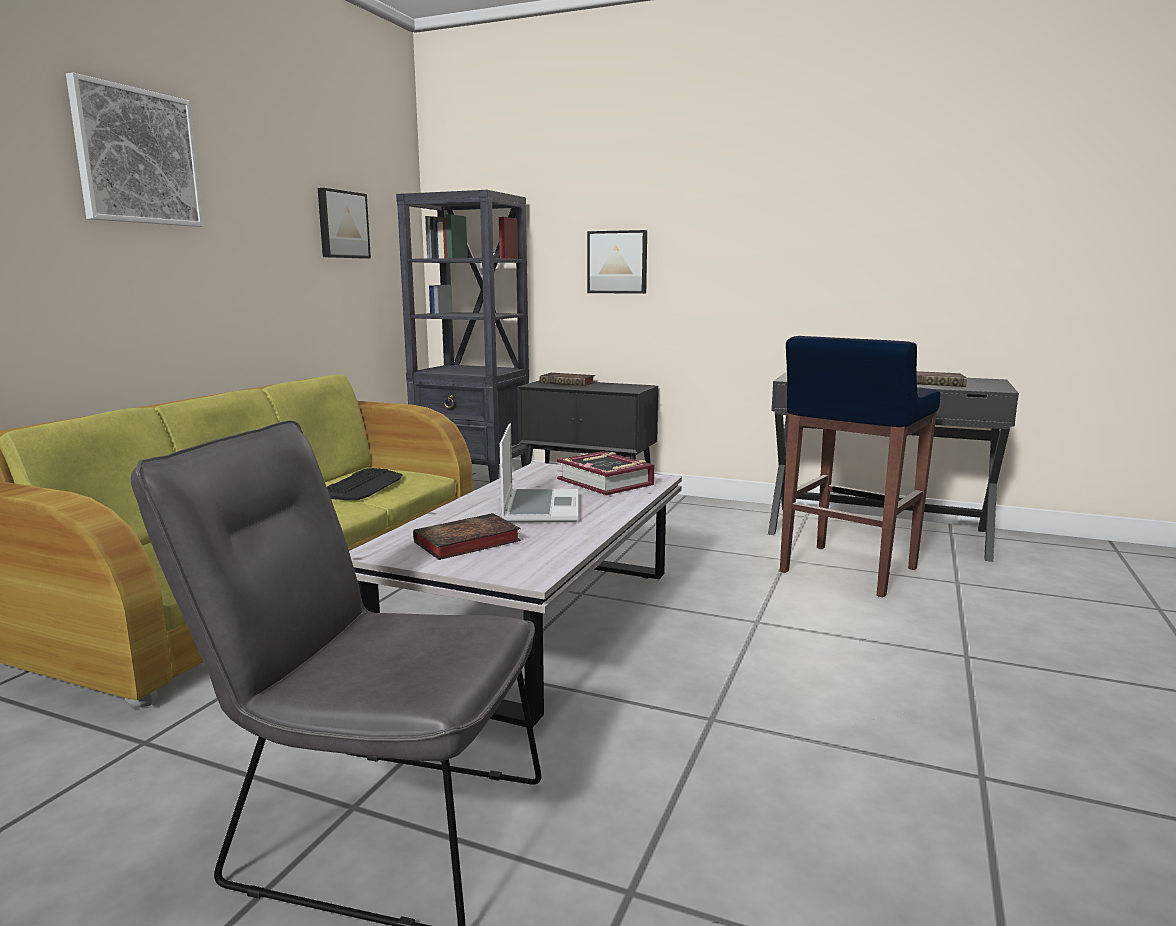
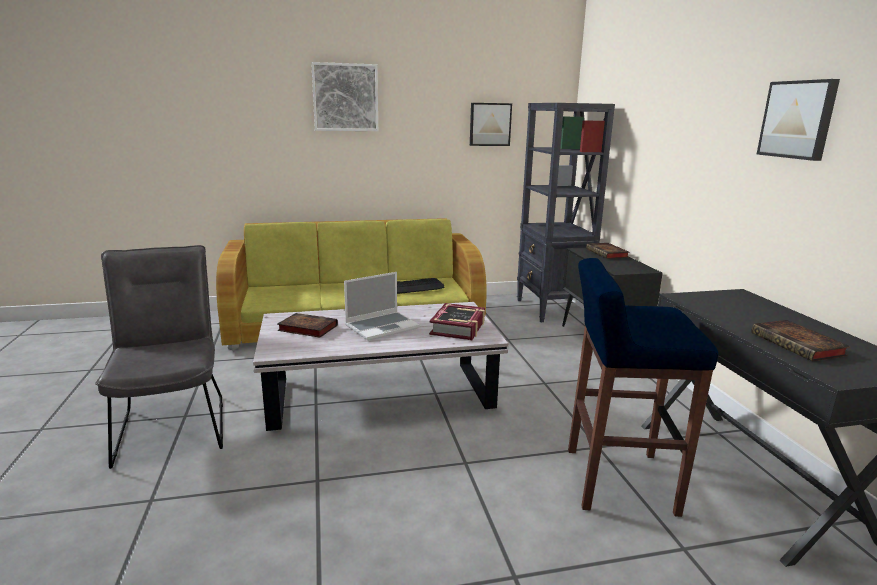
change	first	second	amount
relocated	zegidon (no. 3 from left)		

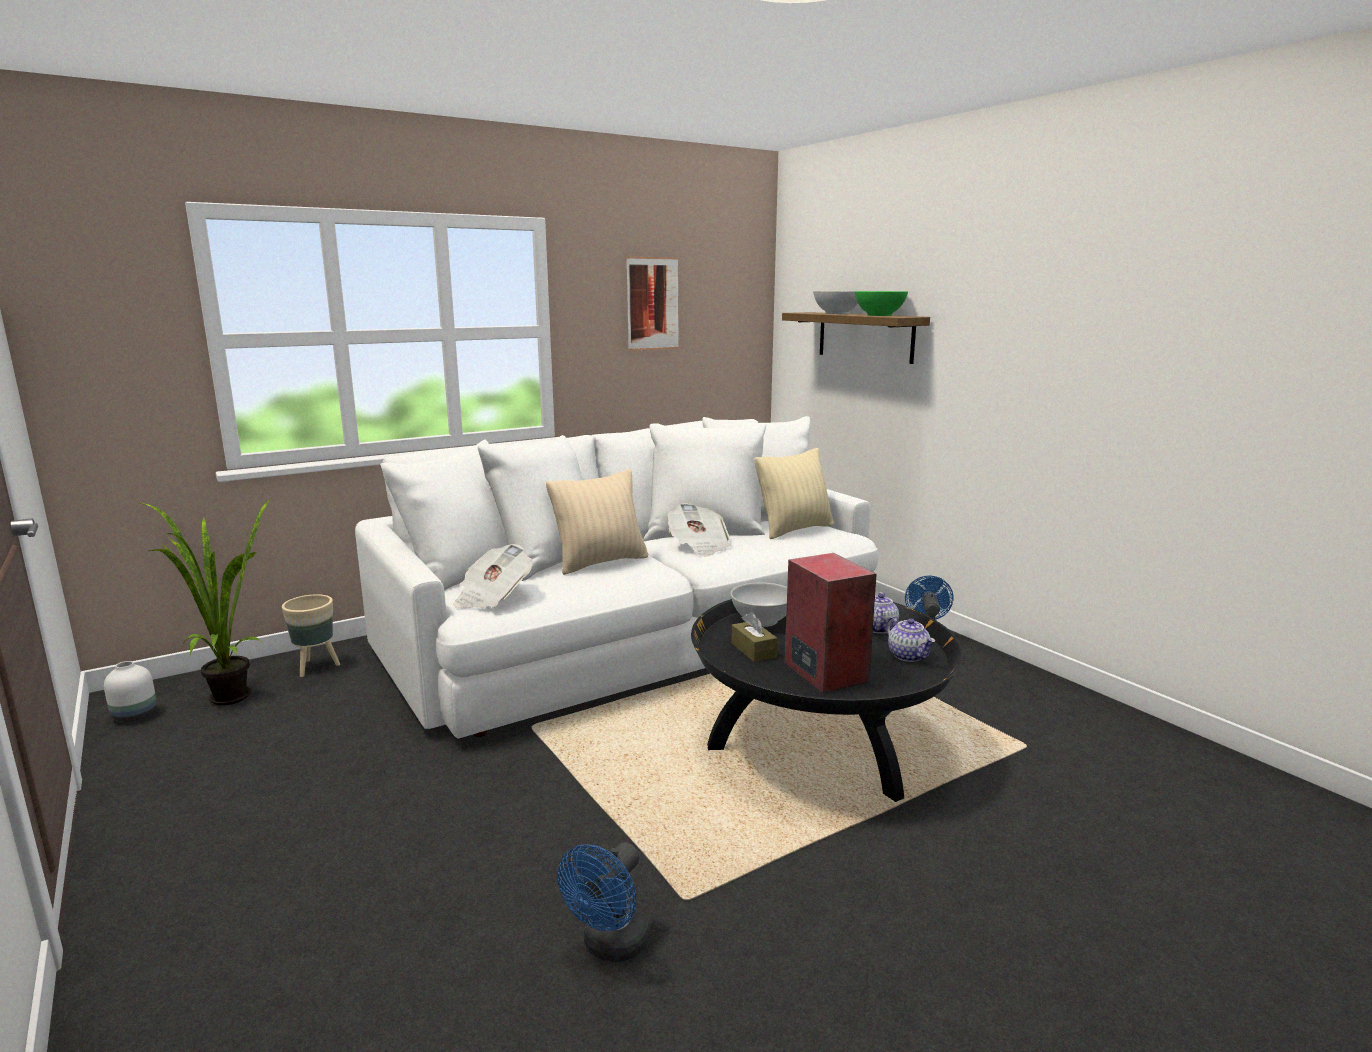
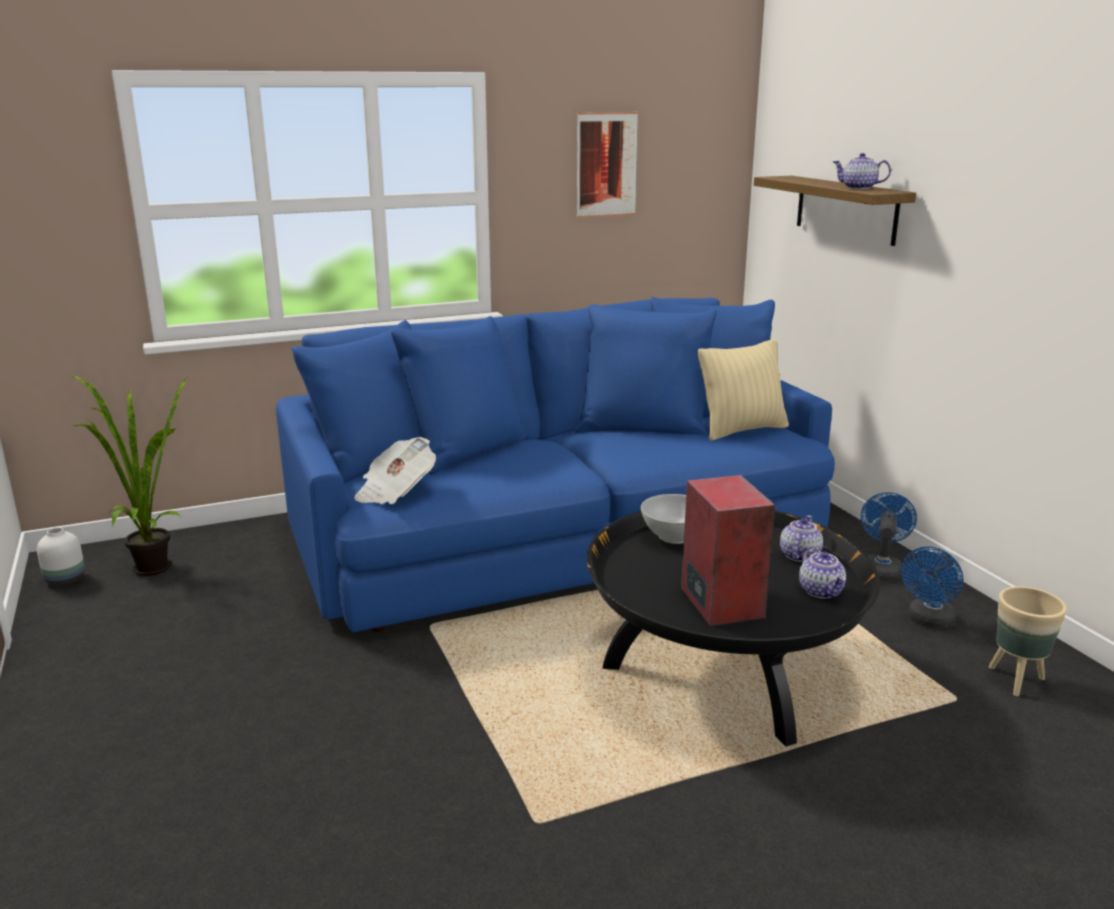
change	first	second	amount
colour	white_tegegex	blue_tegegex	
exchanged	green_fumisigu	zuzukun (no. 3 from left)	
relocated	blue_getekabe (no. 1 from left in the first image)	blue_getekabe (no. 2 from left)	
relocated	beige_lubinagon		
missing	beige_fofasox (no. 1 from left)		
missing	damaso (no. 2 from left)		
missing	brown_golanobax		
missing	white_fumisigu (no. 2 from left)		

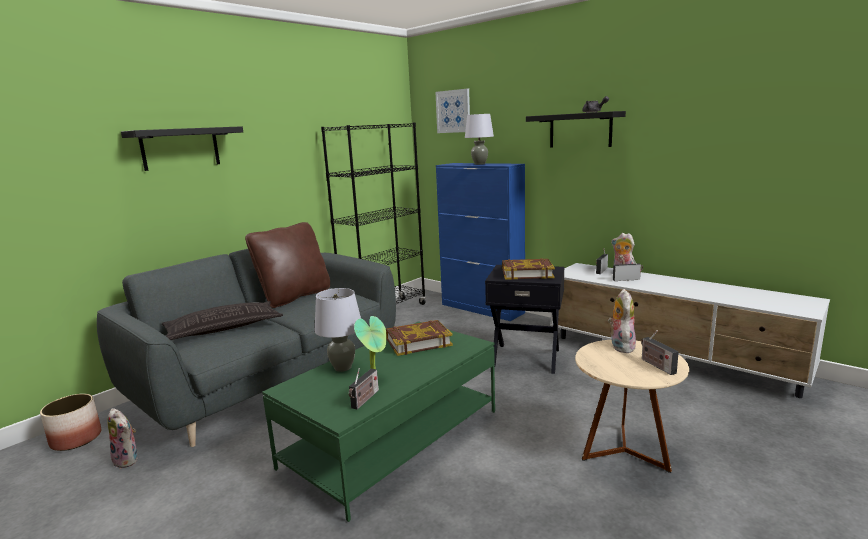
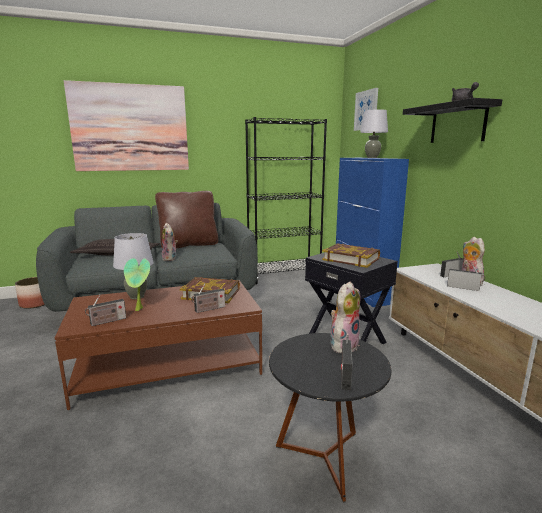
change	first	second	amount
colour	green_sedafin	brown_sedafin	
exchanged	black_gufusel (no. 1 from left)	zegidon (no. 1 from left)	
relocated	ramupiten (no. 1 from left)		
appeared		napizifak (no. 2 from left)	
colour	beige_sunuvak	black_sunuvak (no. 1 from left)	

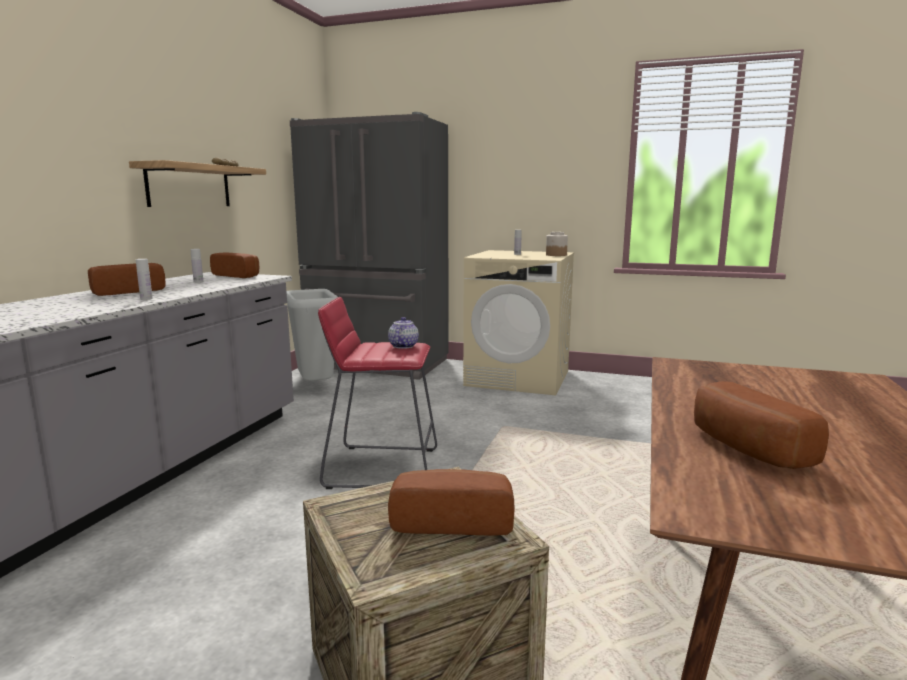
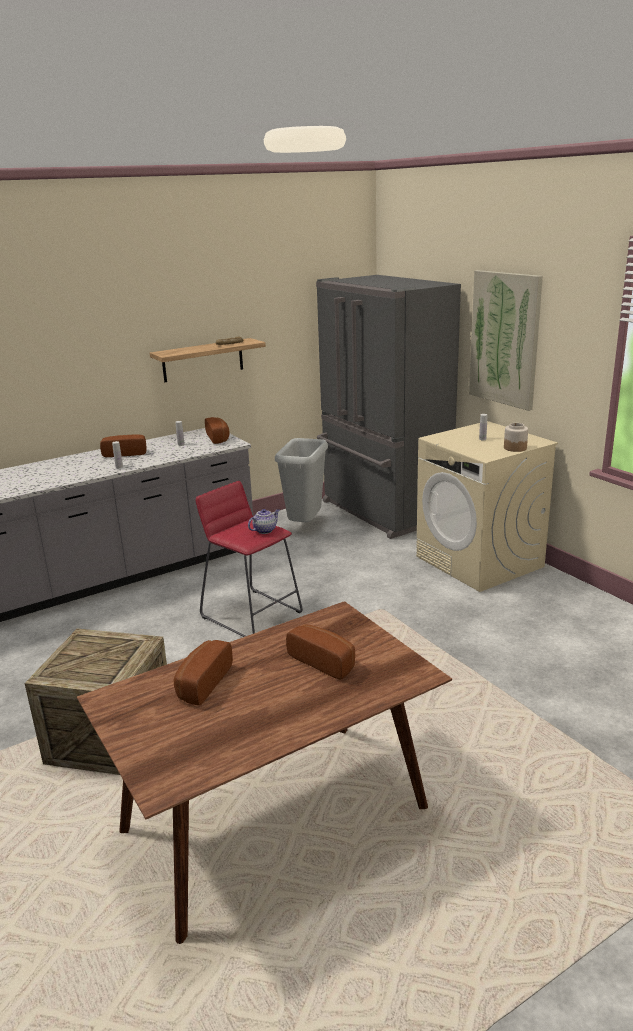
change	first	second	amount
relocated	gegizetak (no. 4 from left in the first image)	gegizetak (no. 5 from left)	
appeared		zegidon	

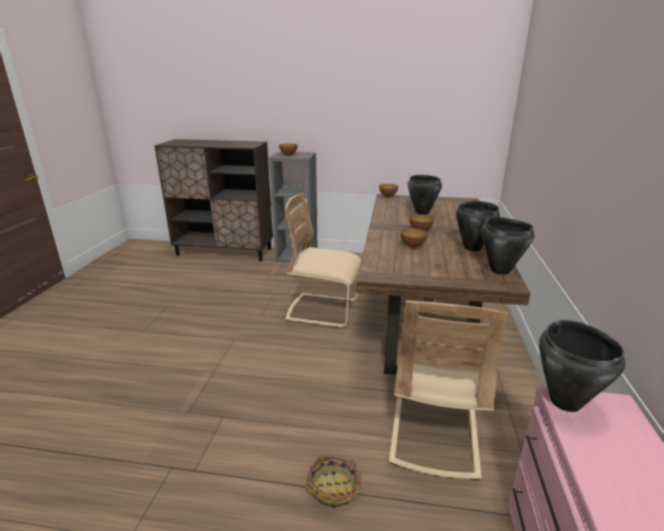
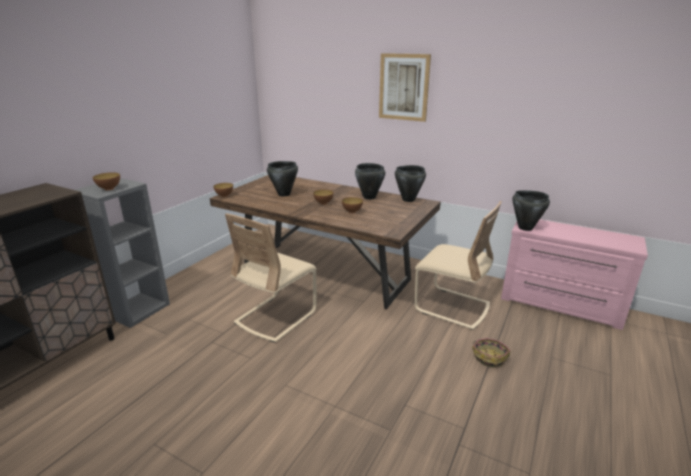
change	first	second	amount
appeared		zegidon	

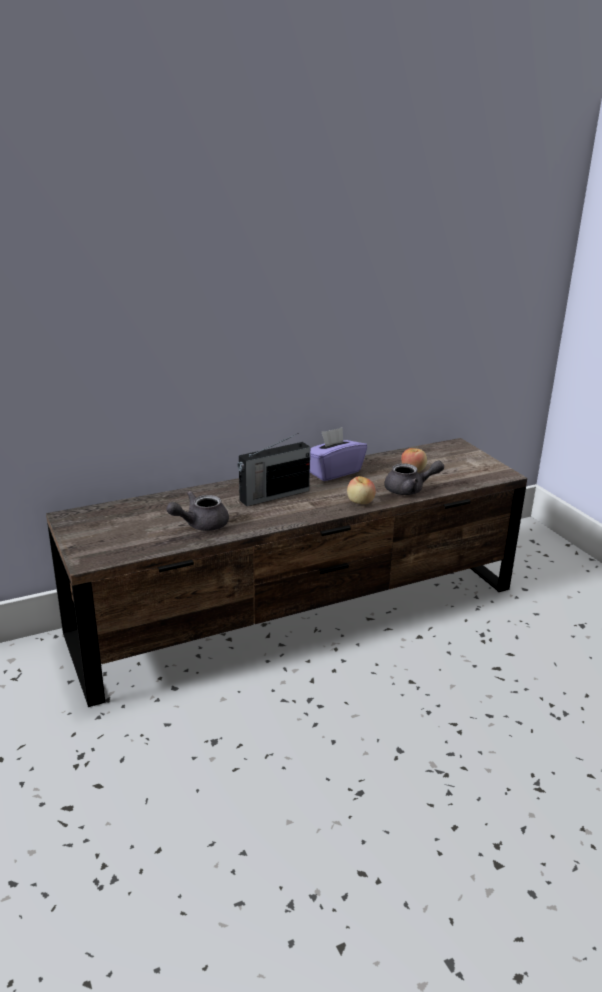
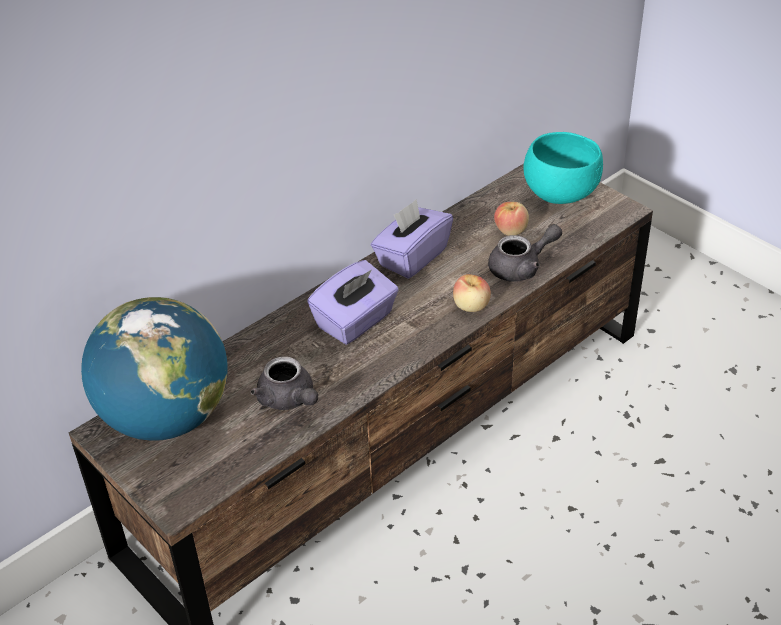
change	first	second	amount
appeared		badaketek	
spun	grey_zuzukun (no. 1 from left)		75 degrees counterclockwise
exchanged	napizifak	purple_golanobax (no. 1 from left)	
appeared		turquoise_fumisigu	

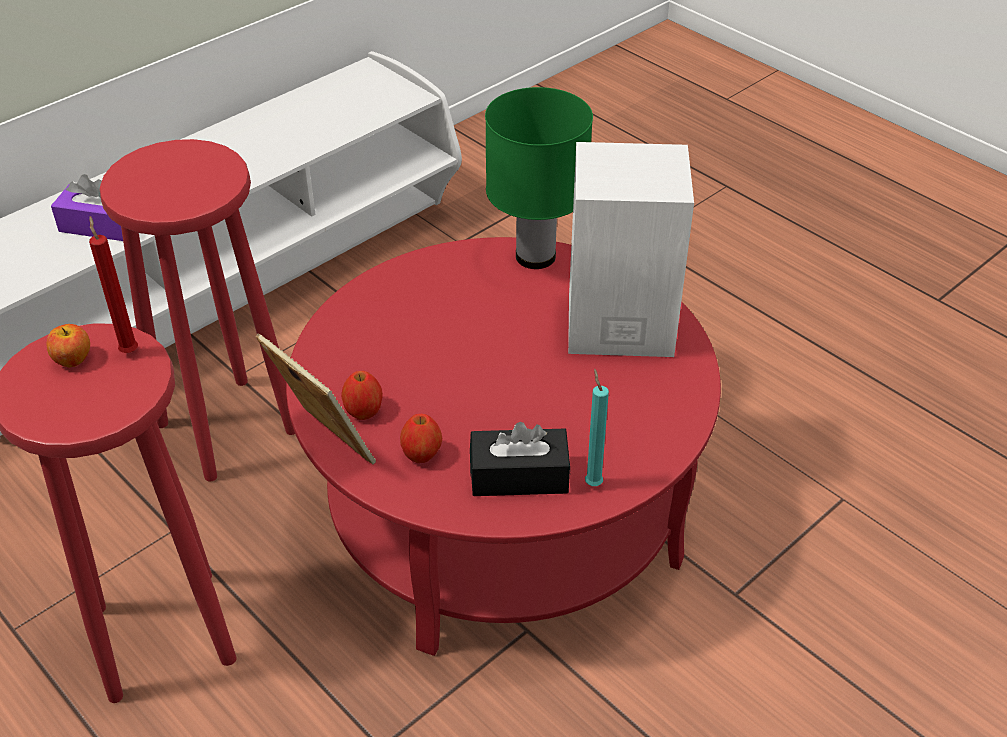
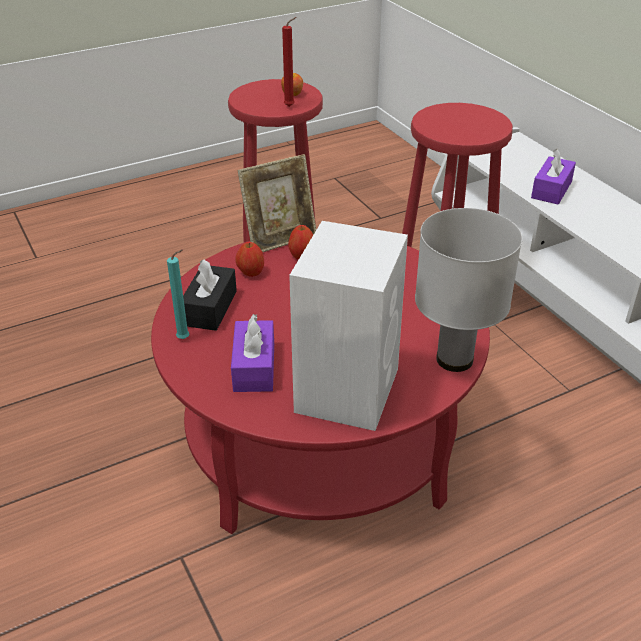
change	first	second	amount
appeared		purple_golanobax (no. 1 from left)	
colour	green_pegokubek	white_pegokubek	

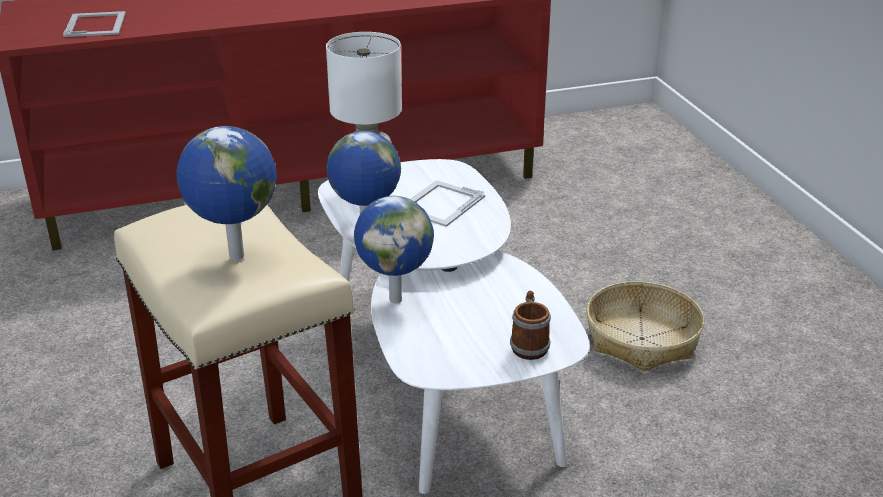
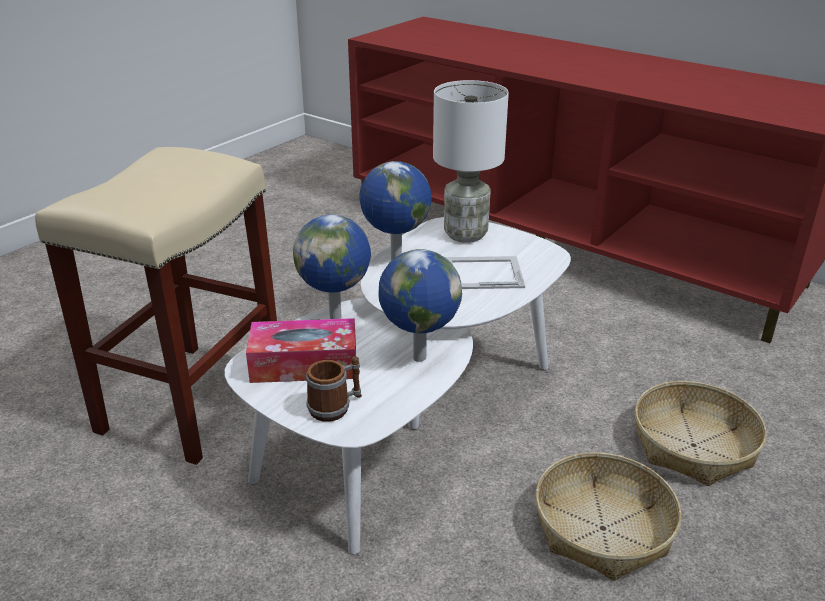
change	first	second	amount
appeared		golanobax	
relocated	badaketek (no. 1 from left in the first image)	badaketek (no. 3 from left)	
appeared		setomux (no. 2 from left)	
missing	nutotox (no. 1 from left)		

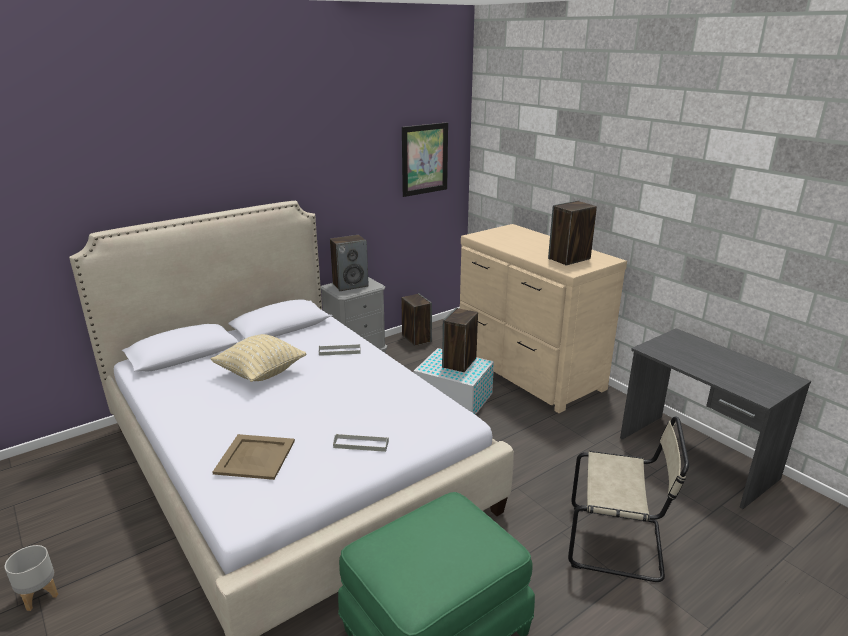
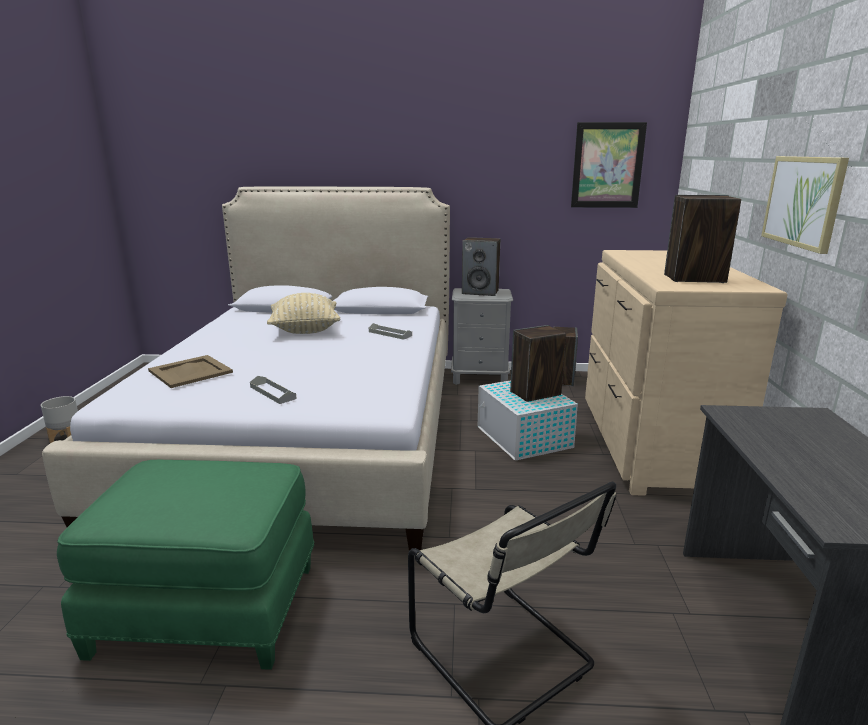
change	first	second	amount
appeared		zegidon (no. 2 from left)	

